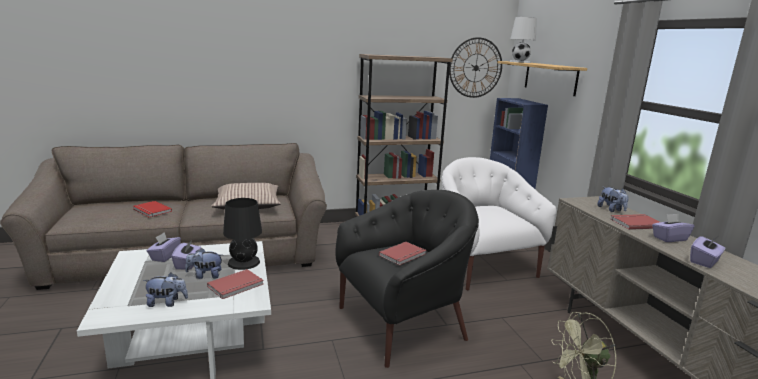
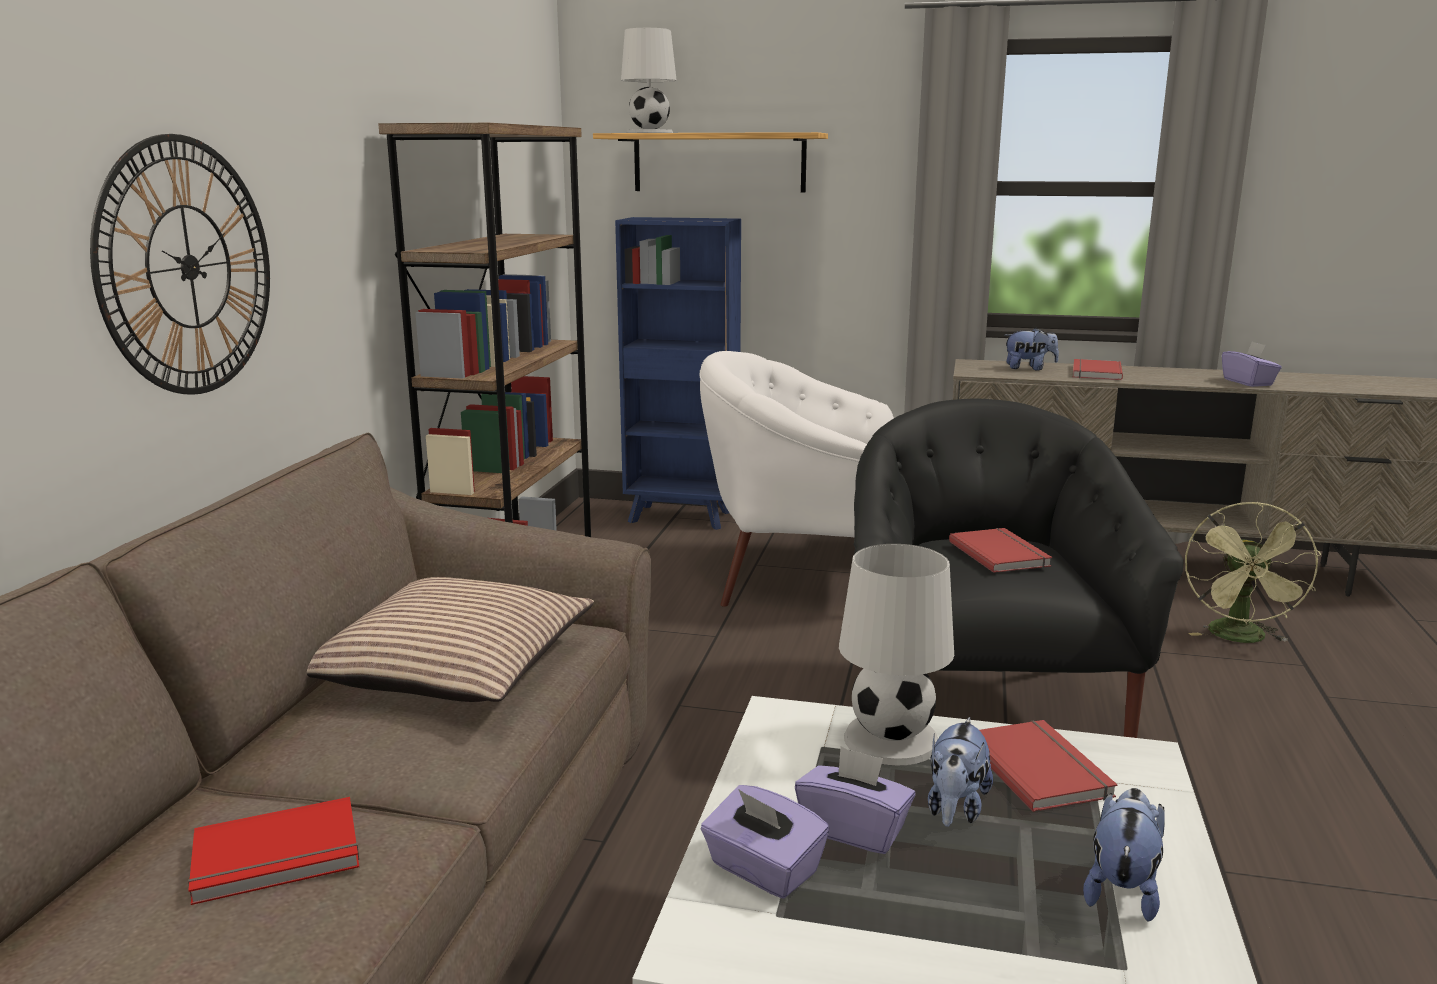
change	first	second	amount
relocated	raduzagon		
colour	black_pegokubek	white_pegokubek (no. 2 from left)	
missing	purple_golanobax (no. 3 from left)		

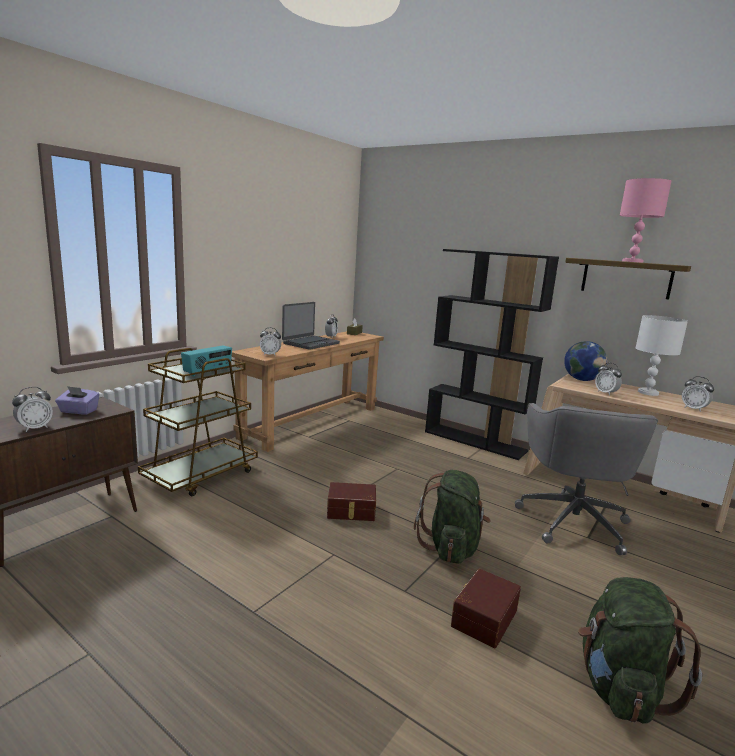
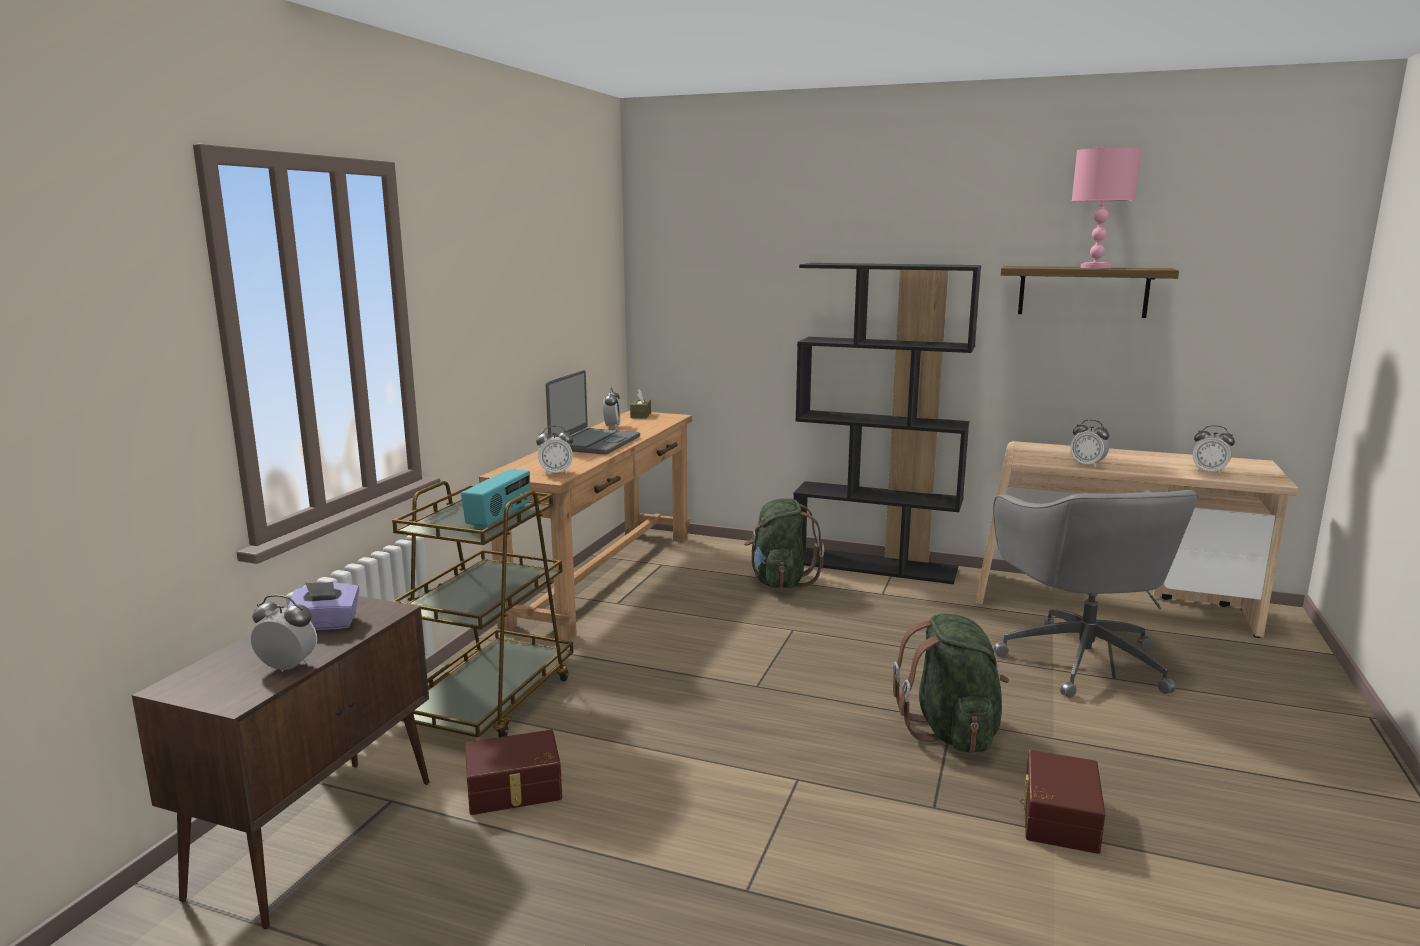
change	first	second	amount
spun	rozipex (no. 1 from left)		105 degrees counterclockwise
relocated	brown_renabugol (no. 1 from left)		
relocated	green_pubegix (no. 2 from left in the first image)	green_pubegix (no. 1 from left)	
missing	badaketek		
missing	white_pegokubek		

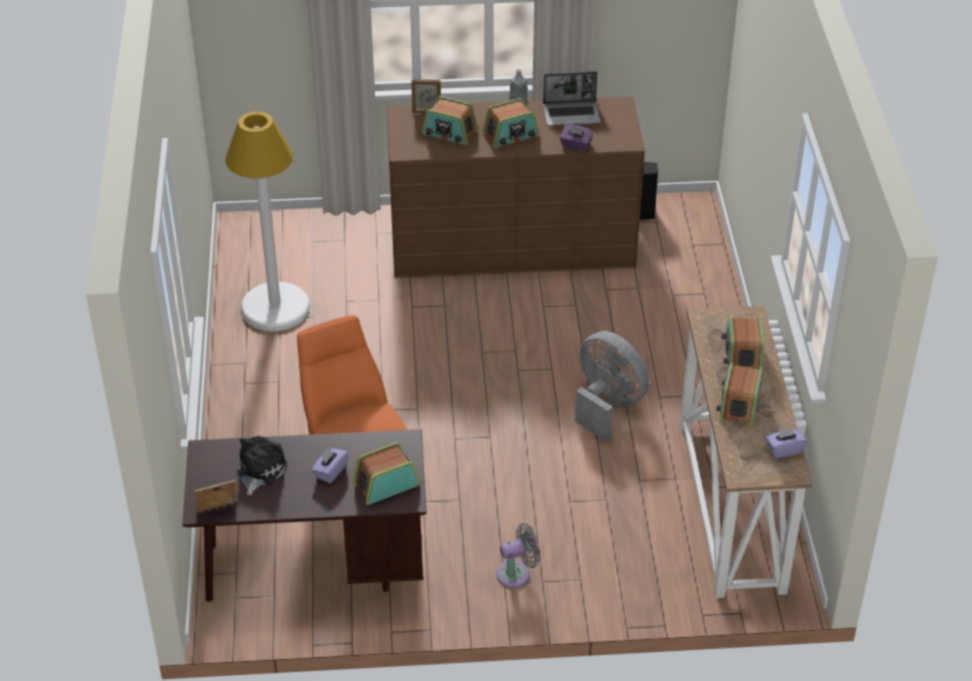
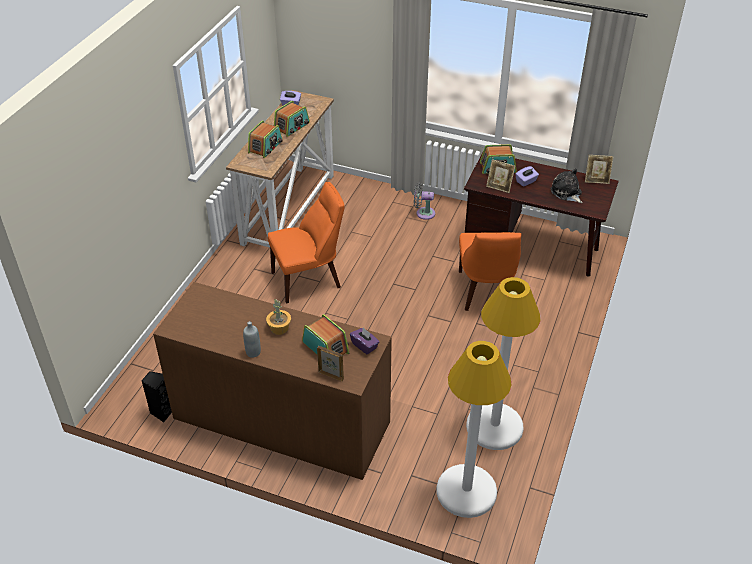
change	first	second	amount
exchanged	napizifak (no. 3 from left)	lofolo	
exchanged	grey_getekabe (no. 2 from left)	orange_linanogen (no. 1 from left)	
relocated	purple_golanobax (no. 2 from left)		
appeared		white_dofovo (no. 1 from left)	
appeared		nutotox (no. 2 from left)	
spun	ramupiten		105 degrees clockwise
missing	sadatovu		

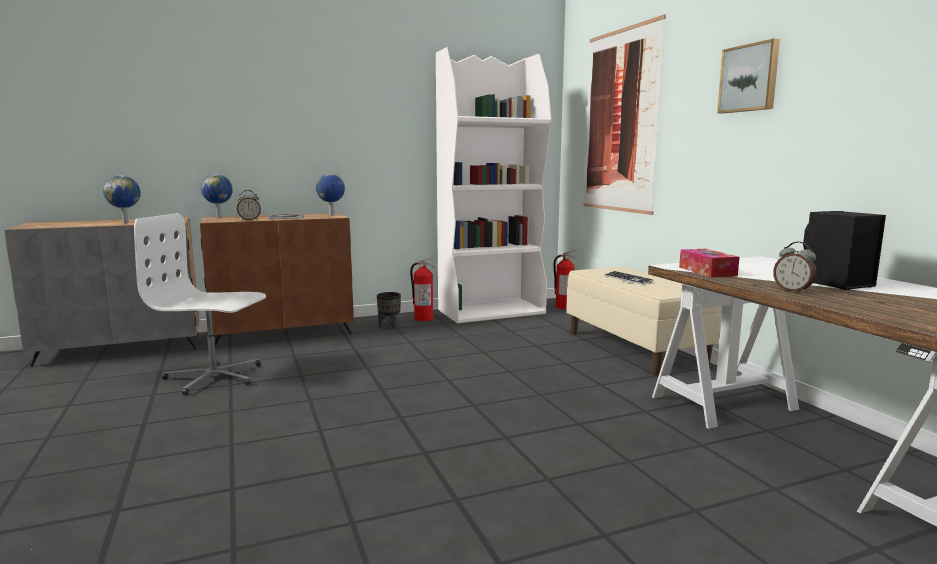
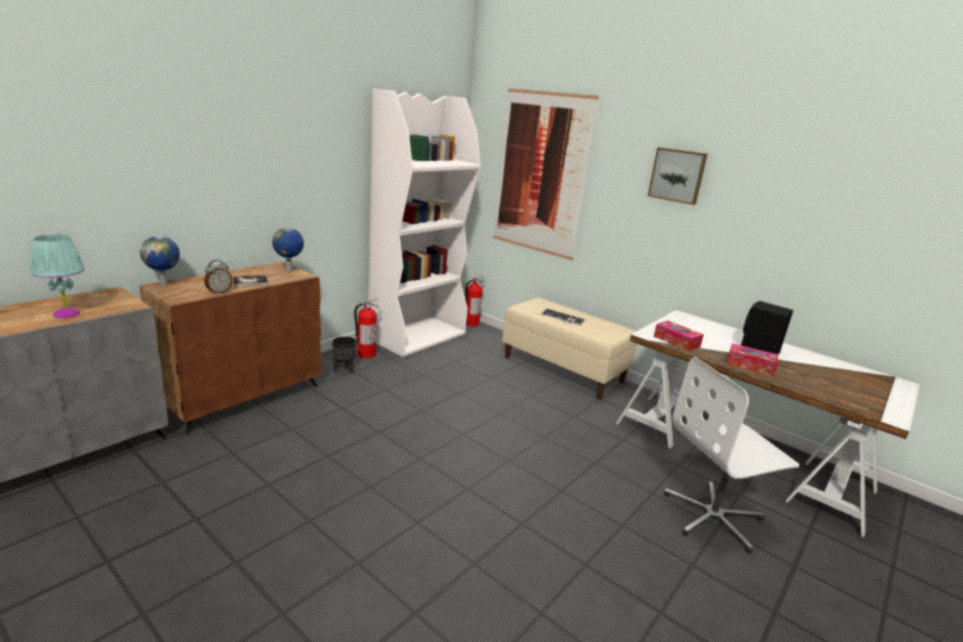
change	first	second	amount
exchanged	badaketek (no. 1 from left)	turquoise_pegokubek	
relocated	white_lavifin		
exchanged	rozipex (no. 2 from left)	golanobax (no. 2 from left)	

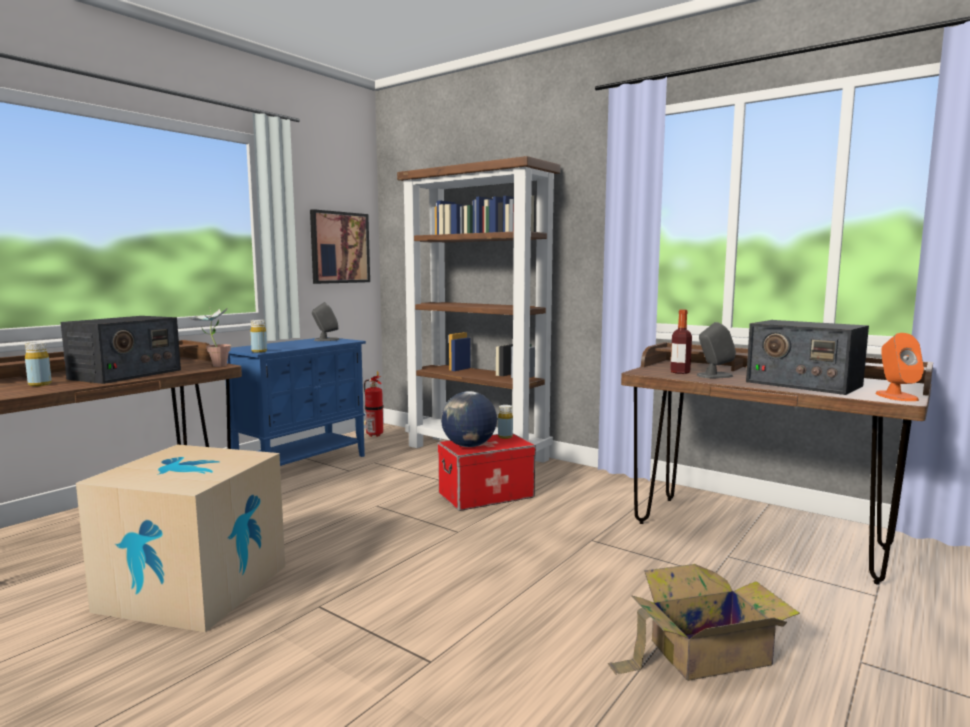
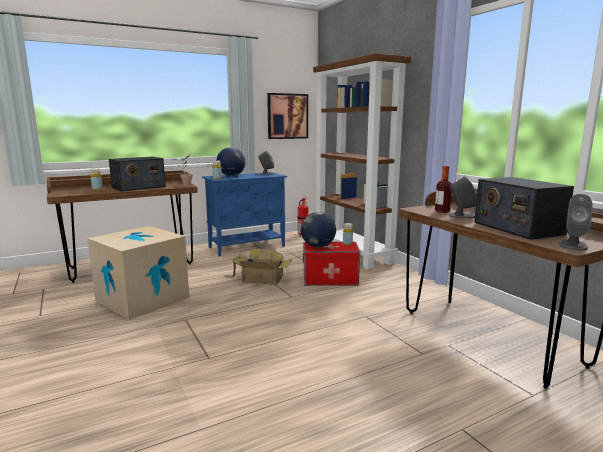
change	first	second	amount
appeared		badaketek (no. 1 from left)	
relocated	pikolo (no. 2 from left)		
colour	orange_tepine	grey_tepine (no. 3 from left)	

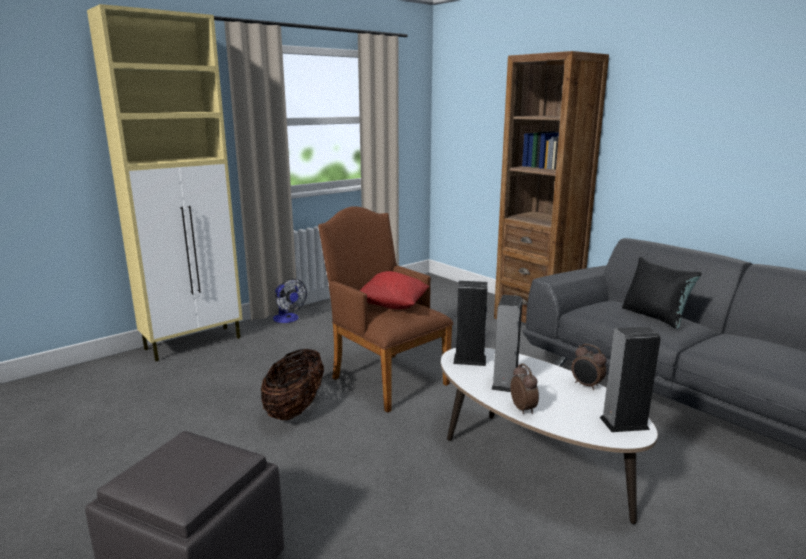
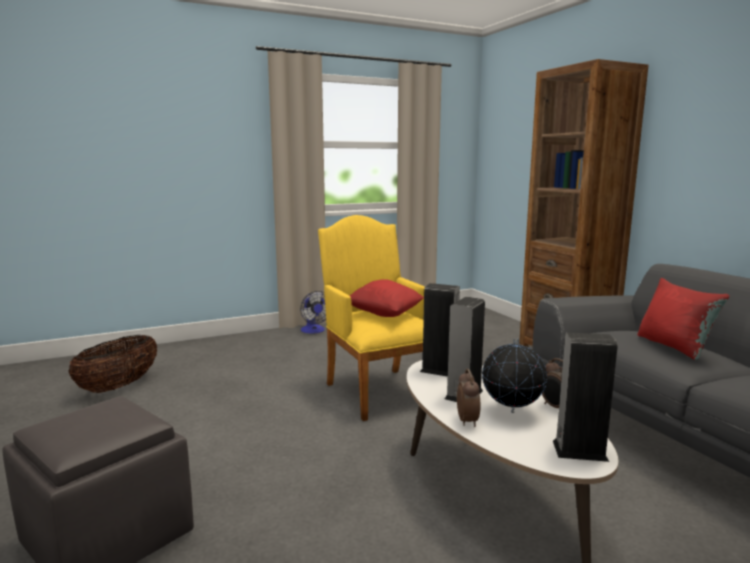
change	first	second	amount
relocated	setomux		
colour	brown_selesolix	yellow_selesolix	
appeared		badaketek	
colour	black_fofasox	red_fofasox (no. 2 from left)	
missing	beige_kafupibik		

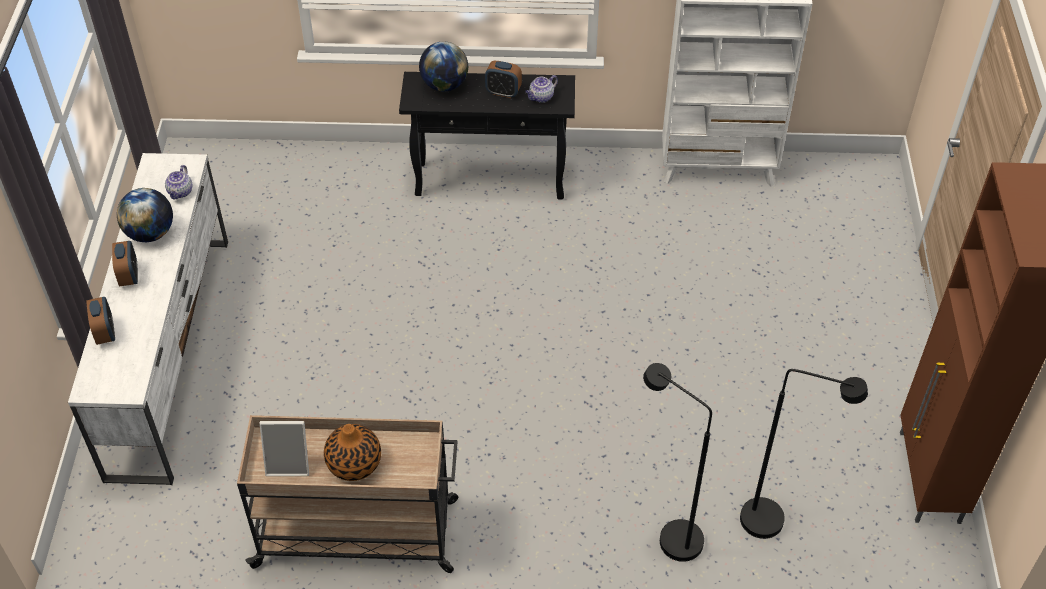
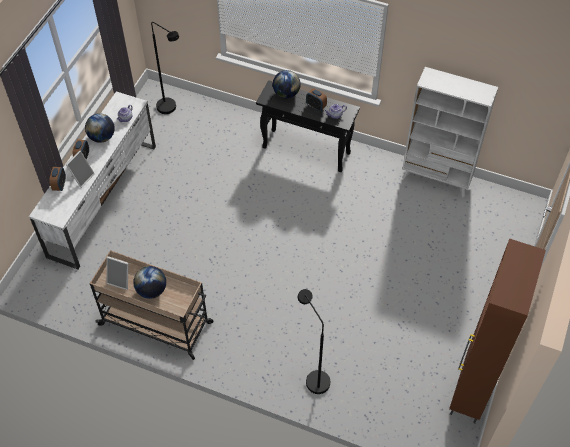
change	first	second	amount
appeared		nutotox (no. 1 from left)	
exchanged	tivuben	badaketek (no. 2 from left)	
relocated	black_dofovo (no. 2 from left in the first image)	black_dofovo (no. 1 from left)	

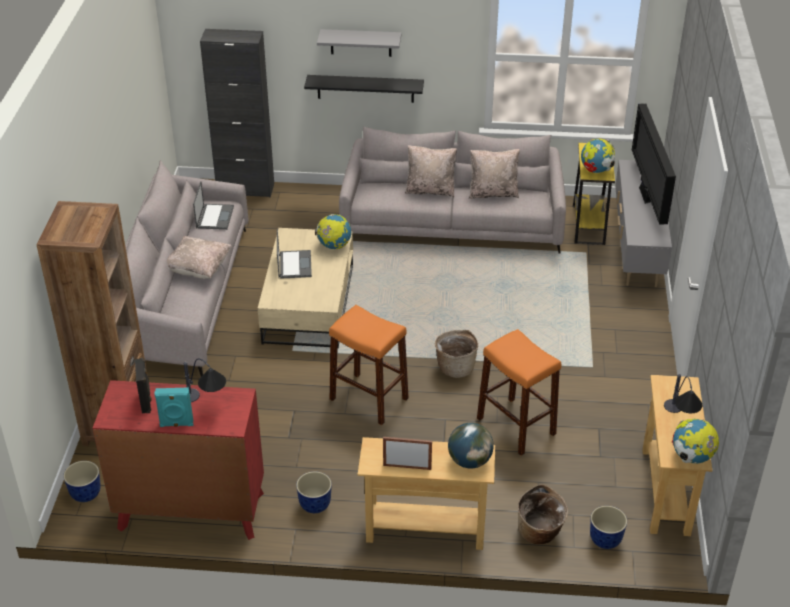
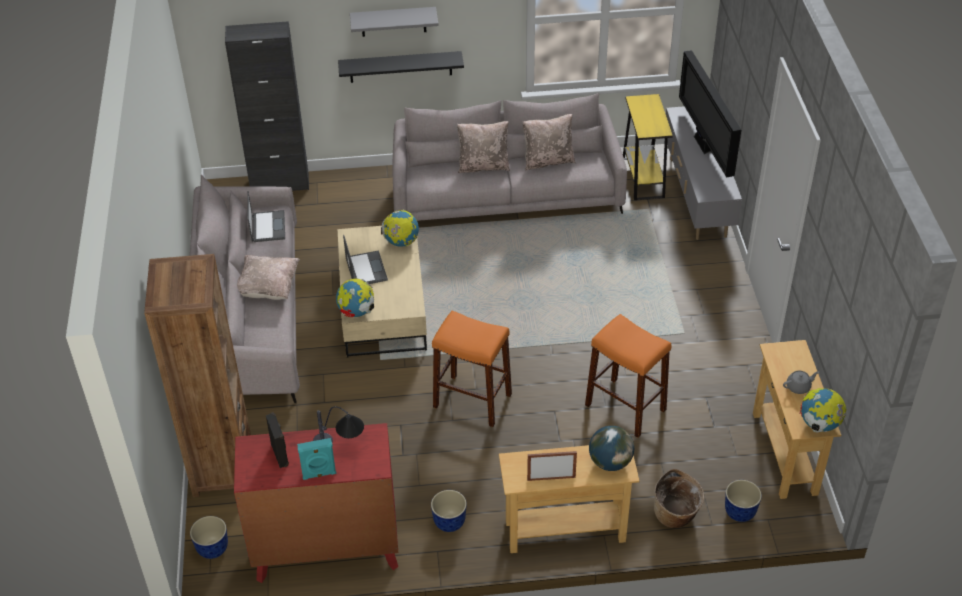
change	first	second	amount
relocated	badaketek (no. 3 from left in the first image)	badaketek (no. 1 from left)	
exchanged	pegokubek (no. 2 from left)	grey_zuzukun	
missing	setomux (no. 1 from left)		

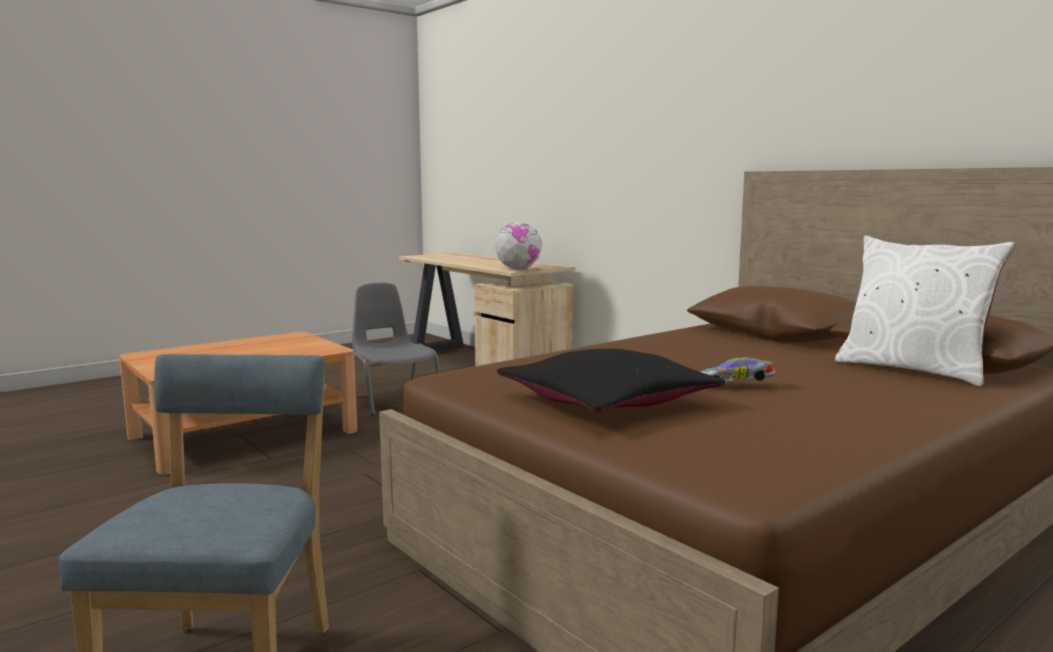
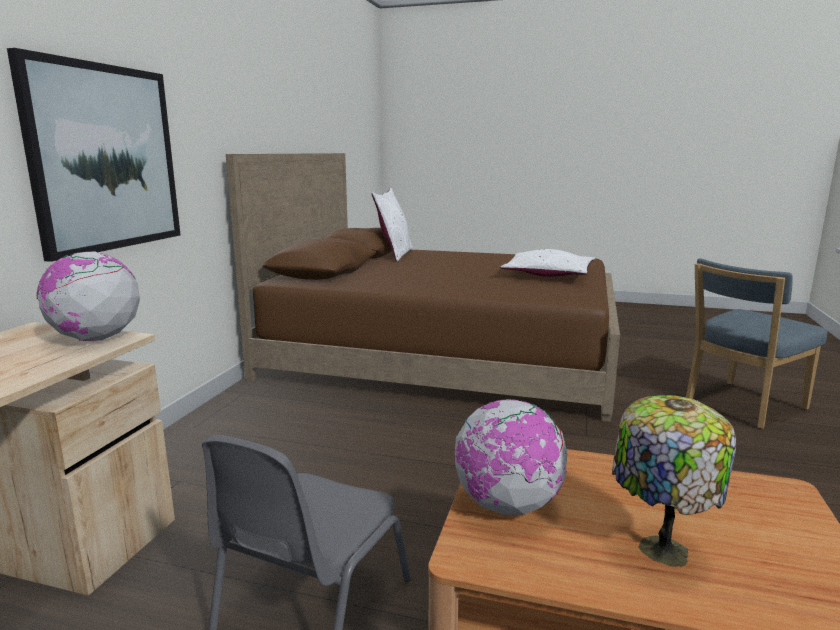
change	first	second	amount
appeared		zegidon	
appeared		badaketek (no. 2 from left)	
colour	black_fofasox	white_fofasox (no. 2 from left)	
appeared		pegokubek	
missing	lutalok		

